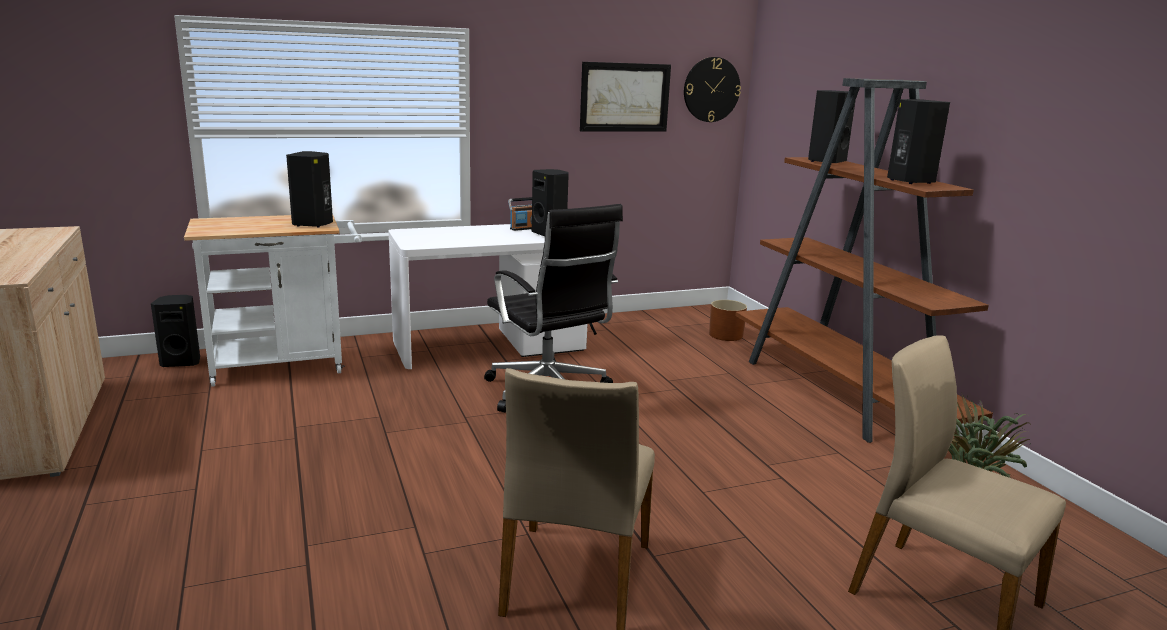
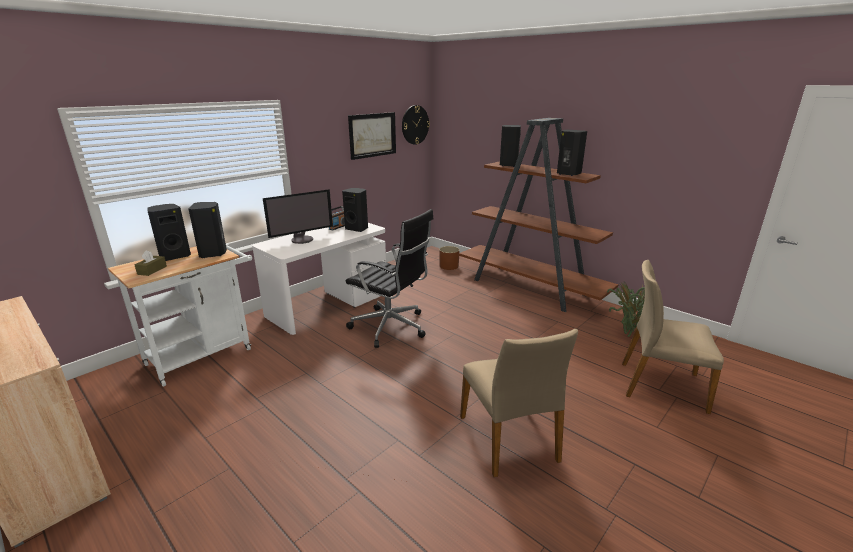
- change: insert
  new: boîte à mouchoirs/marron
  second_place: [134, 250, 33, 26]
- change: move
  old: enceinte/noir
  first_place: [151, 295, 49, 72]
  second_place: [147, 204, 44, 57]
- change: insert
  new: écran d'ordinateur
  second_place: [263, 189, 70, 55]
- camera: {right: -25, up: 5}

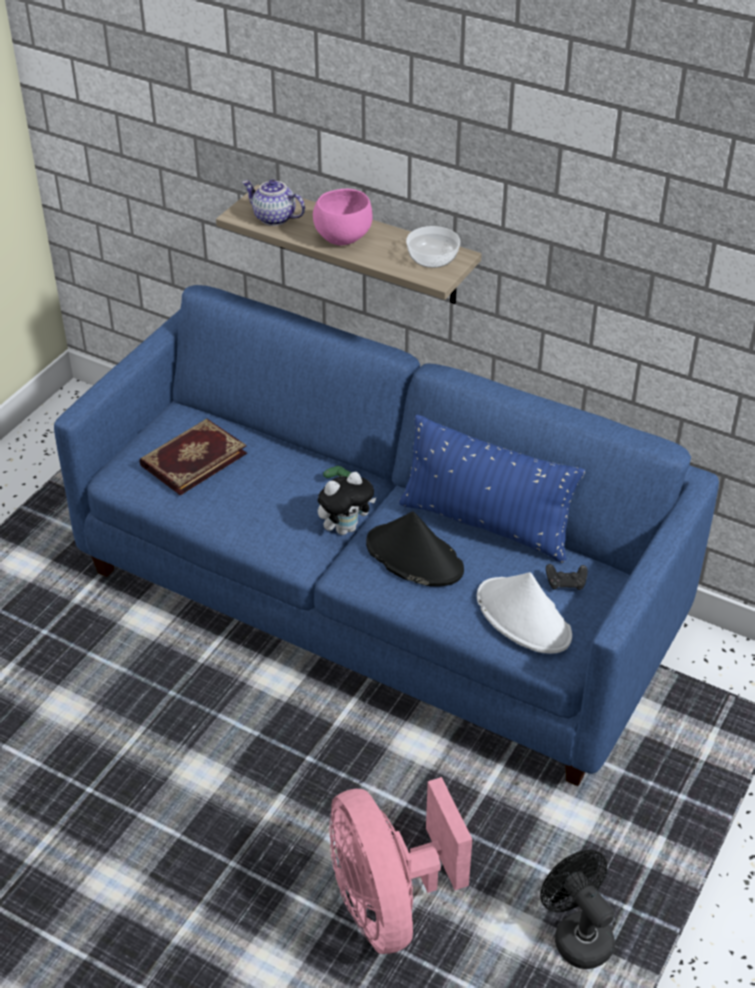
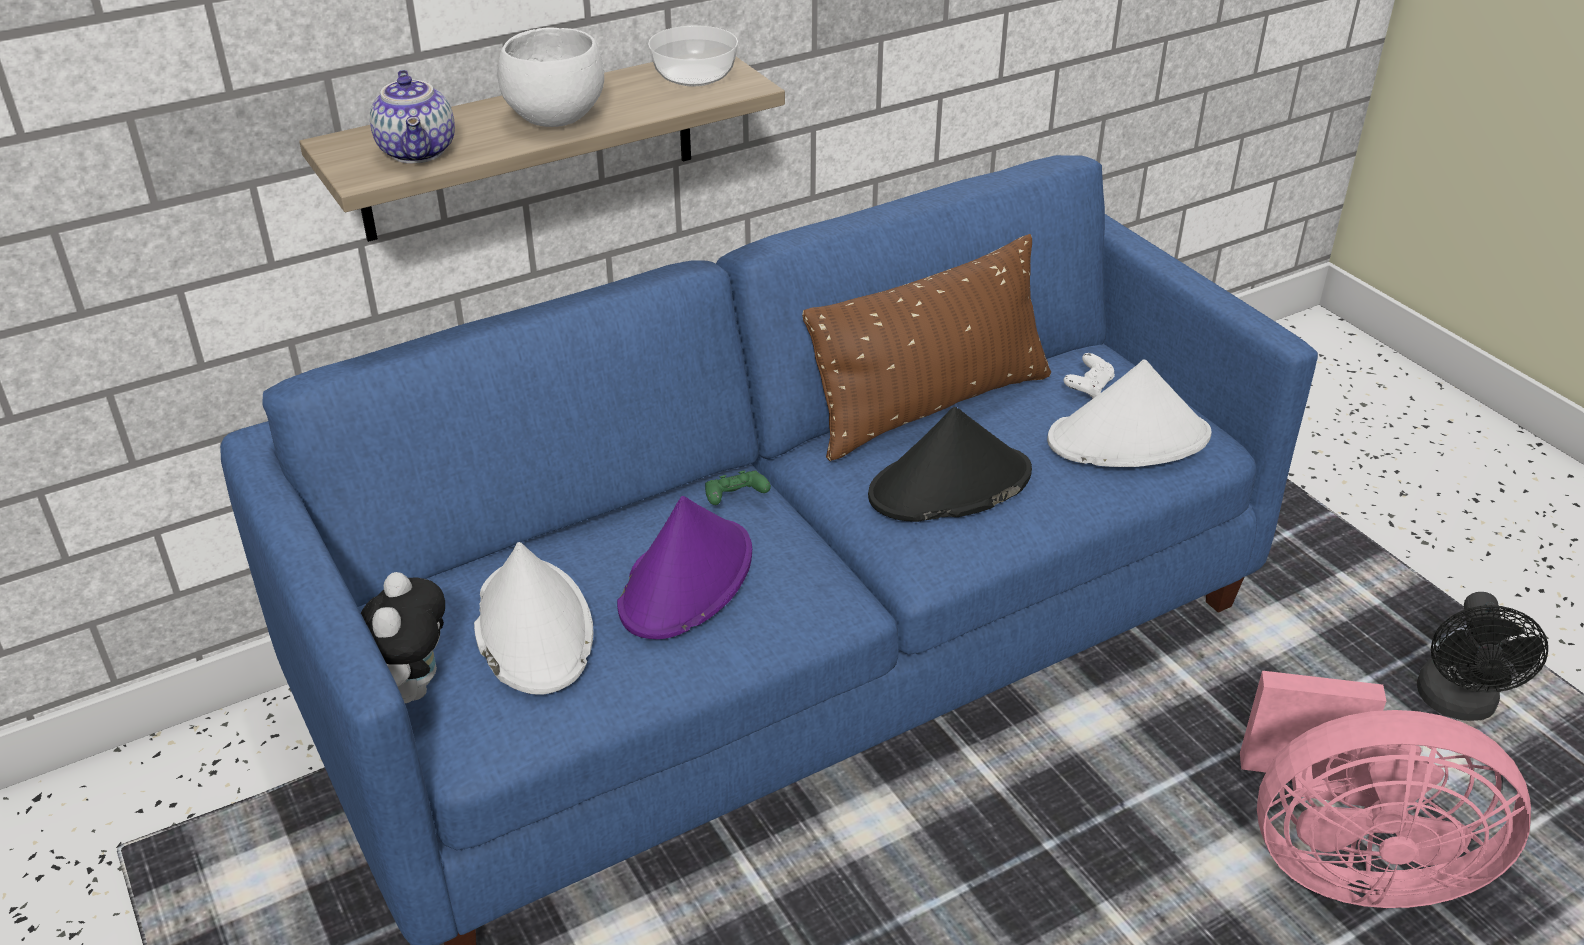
- change: move
  old: peluche
  first_place: [318, 472, 58, 63]
  second_place: [361, 572, 84, 131]
- change: rotate
  old: théière
  first_place: [242, 180, 63, 46]
  second_place: [370, 70, 85, 93]
  degrees: -75
- change: replace
  old: livre
  new: chapeau/blanc
  first_place: [139, 419, 108, 76]
  second_place: [474, 542, 120, 153]
- change: recolor
  old: bol/rose
  new: bol/blanc
  first_place: [313, 189, 60, 56]
  second_place: [497, 27, 107, 100]
- change: insert
  new: chapeau/violet
  second_place: [617, 496, 135, 143]
- change: recolor
  old: coussin/bleu
  new: coussin/marron
  first_place: [399, 414, 186, 149]
  second_place: [802, 234, 249, 227]
- change: recolor
  old: manette/noir
  new: manette/blanc
  first_place: [546, 564, 42, 26]
  second_place: [1064, 353, 51, 46]
- change: rotate
  old: ventilateur/noir
  first_place: [540, 850, 75, 119]
  second_place: [1417, 592, 131, 129]
  degrees: -75
- camera: {right: -60, up: -5}

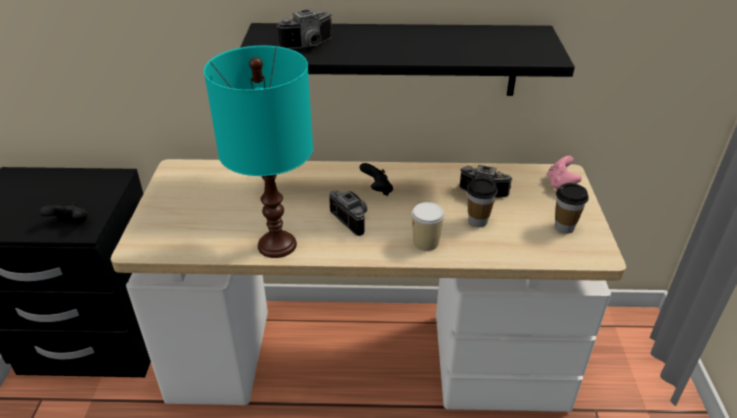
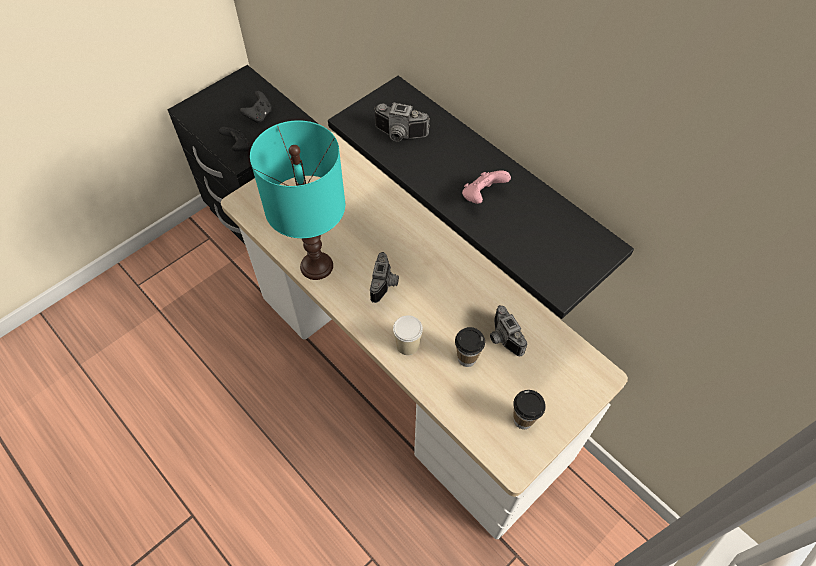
- change: move
  old: manette/noir
  first_place: [359, 163, 34, 33]
  second_place: [240, 91, 32, 32]
- change: move
  old: manette/rose
  first_place: [547, 156, 35, 34]
  second_place: [462, 171, 49, 33]
- camera: {right: 45, up: 20}

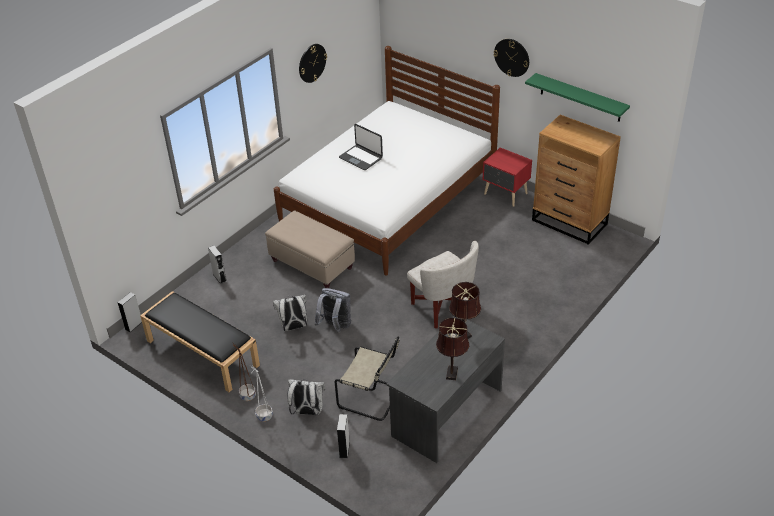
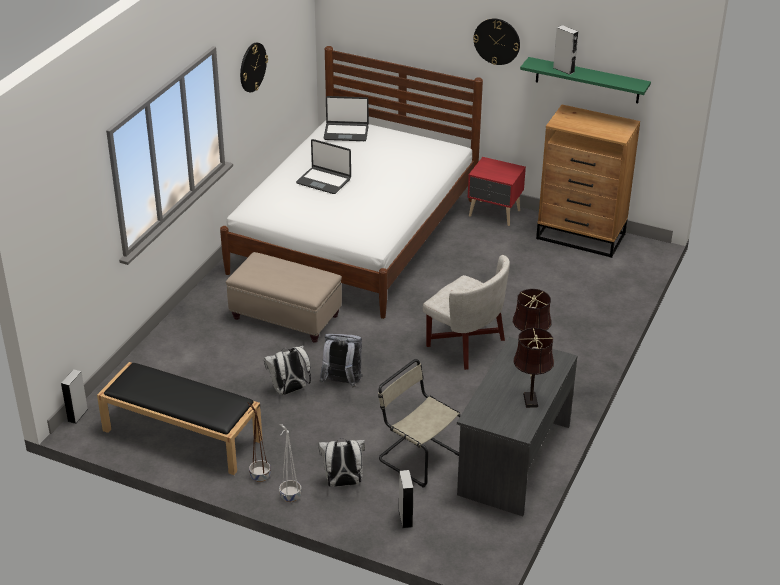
- change: insert
  new: ordinateur portable
  second_place: [324, 96, 45, 45]
- change: rotate
  old: chaise/beige
  first_place: [335, 337, 64, 84]
  second_place: [378, 359, 83, 129]
  degrees: -150
- change: move
  old: enceinte/gris
  first_place: [208, 245, 18, 39]
  second_place: [553, 25, 25, 50]
- camera: {right: -15, up: -5}

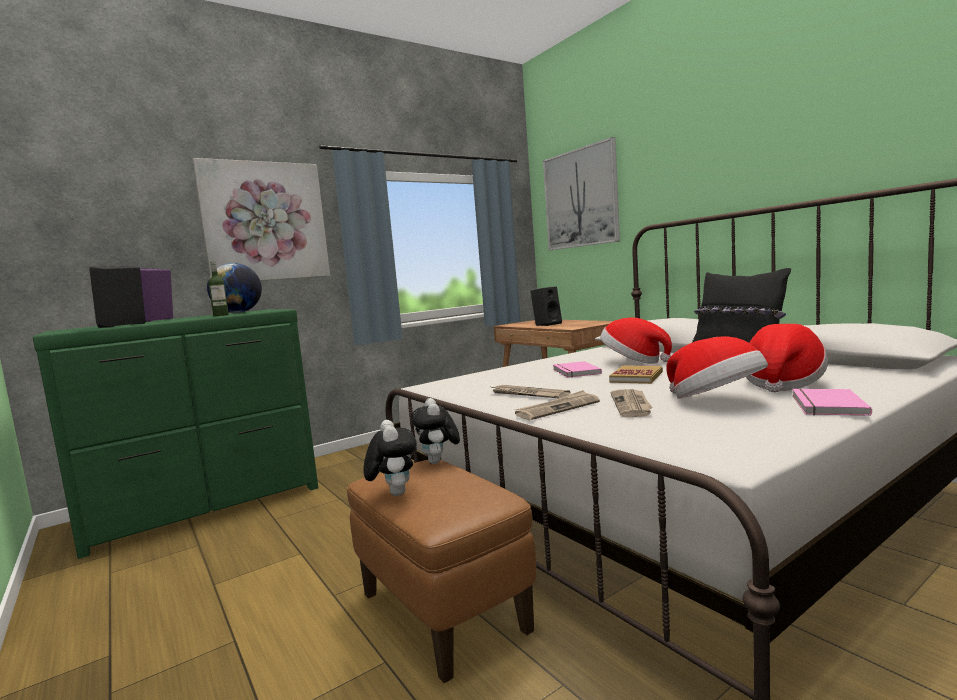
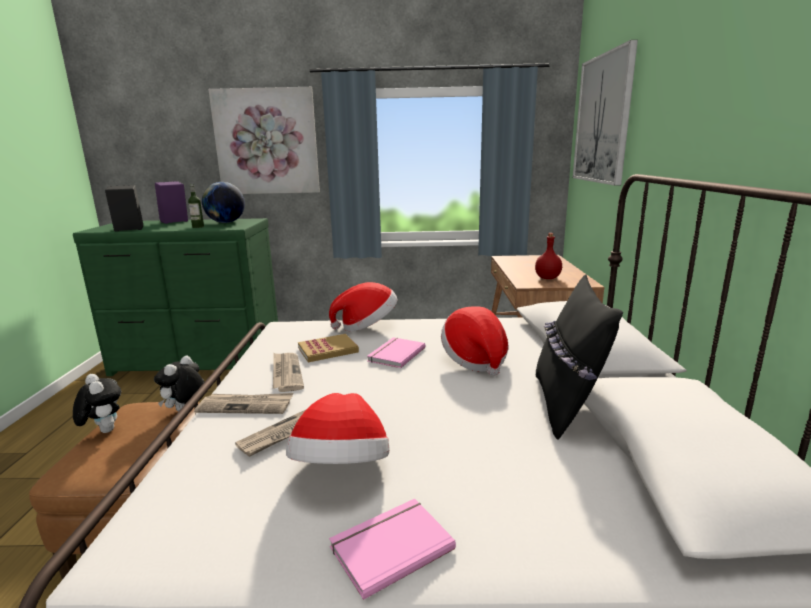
- change: rotate
  old: peluche
  first_place: [363, 420, 54, 76]
  second_place: [73, 374, 48, 59]
  degrees: -60
- change: move
  old: livre
  first_place: [609, 366, 54, 18]
  second_place: [298, 334, 61, 28]
- change: move
  old: chapeau
  first_place: [746, 324, 82, 68]
  second_place: [329, 282, 68, 50]
- change: insert
  new: bouteille/rouge
  second_place: [535, 233, 27, 46]
- change: delete
  old: enceinte/noir
  first_place: [530, 286, 32, 40]
- camera: {right: 35, up: 10}

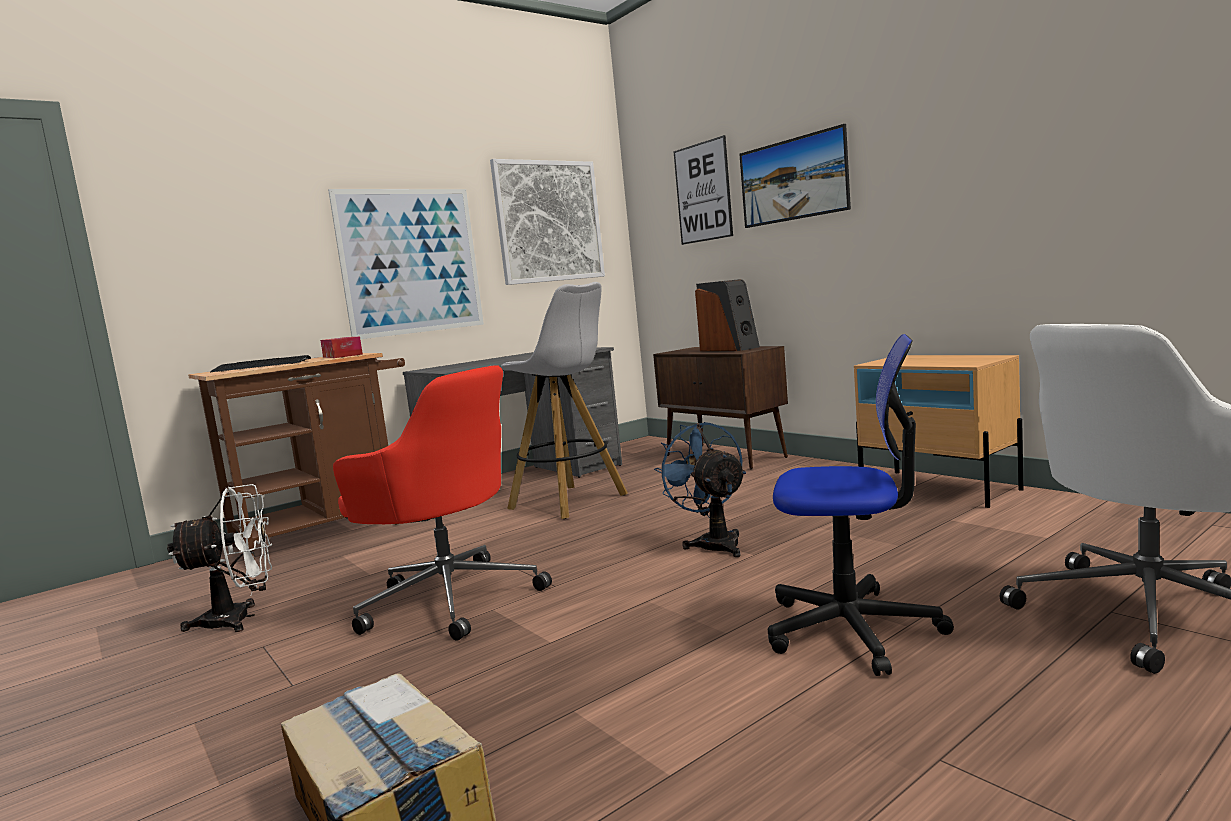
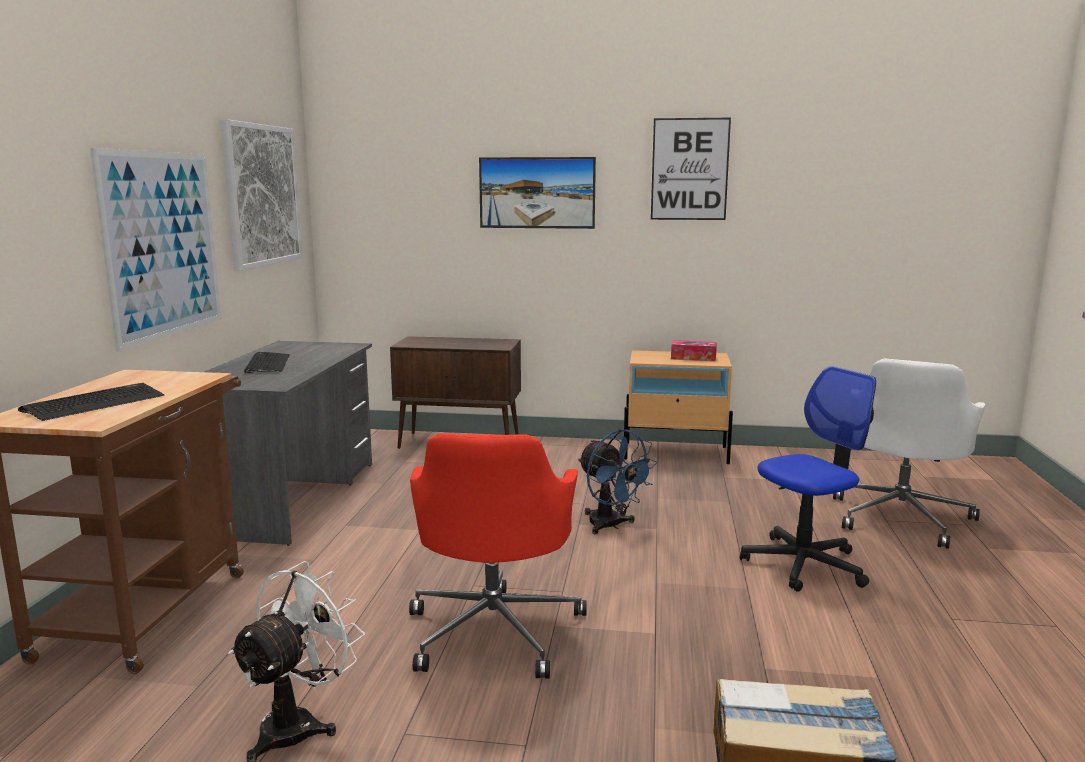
- change: insert
  new: clavier
  second_place: [244, 352, 45, 21]
- change: rotate
  old: chaise de bureau/rouge
  first_place: [333, 365, 219, 275]
  second_place: [409, 433, 178, 246]
  degrees: 105
- change: rotate
  old: ventilateur/bleu
  first_place: [654, 422, 92, 135]
  second_place: [578, 429, 80, 105]
  degrees: -150
- change: move
  old: tableau
  first_place: [673, 135, 60, 110]
  second_place: [651, 118, 80, 102]
- change: move
  old: boîte à mouchoirs
  first_place: [320, 337, 43, 21]
  second_place: [671, 340, 46, 21]
- change: delete
  old: tabouret/blanc
  first_place: [501, 282, 127, 237]
- change: delete
  old: enceinte
  first_place: [695, 279, 65, 72]
- camera: {right: -45, up: 5}

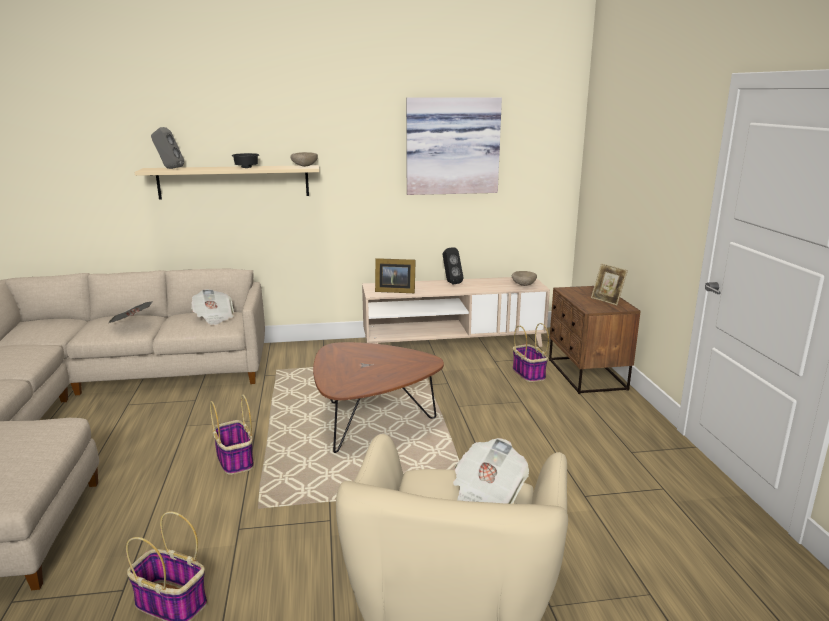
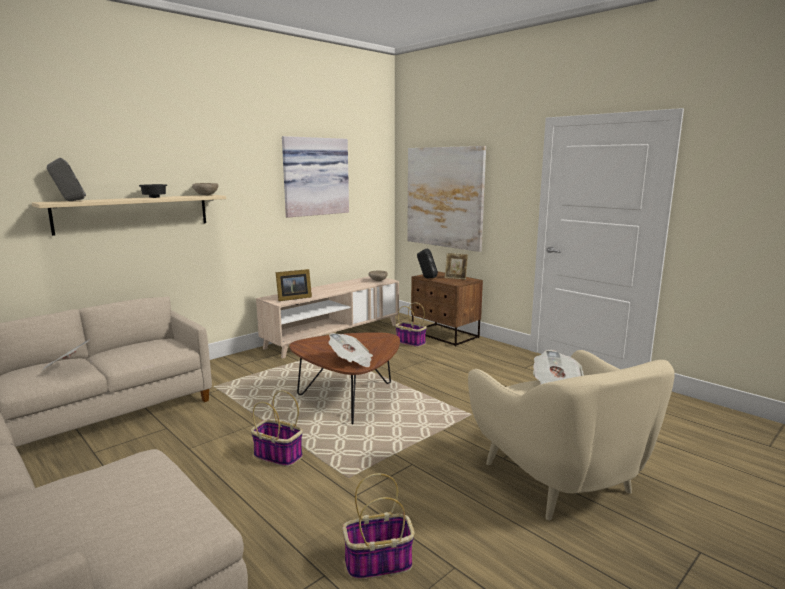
- change: move
  old: journal
  first_place: [191, 289, 43, 36]
  second_place: [328, 333, 45, 34]
- change: insert
  new: tableau
  second_place: [407, 146, 79, 106]
- change: move
  old: enceinte/noir
  first_place: [443, 247, 21, 37]
  second_place: [417, 249, 21, 29]
- camera: {right: -35, up: -5}

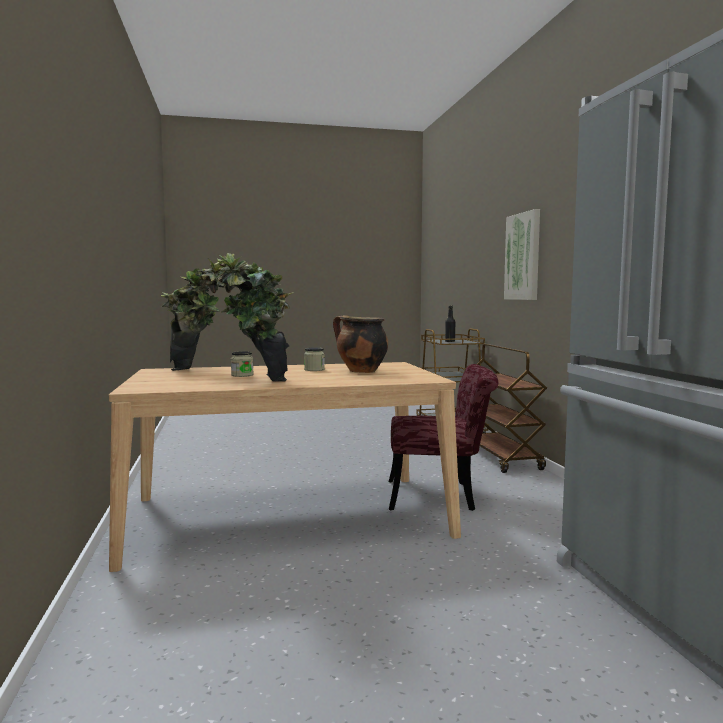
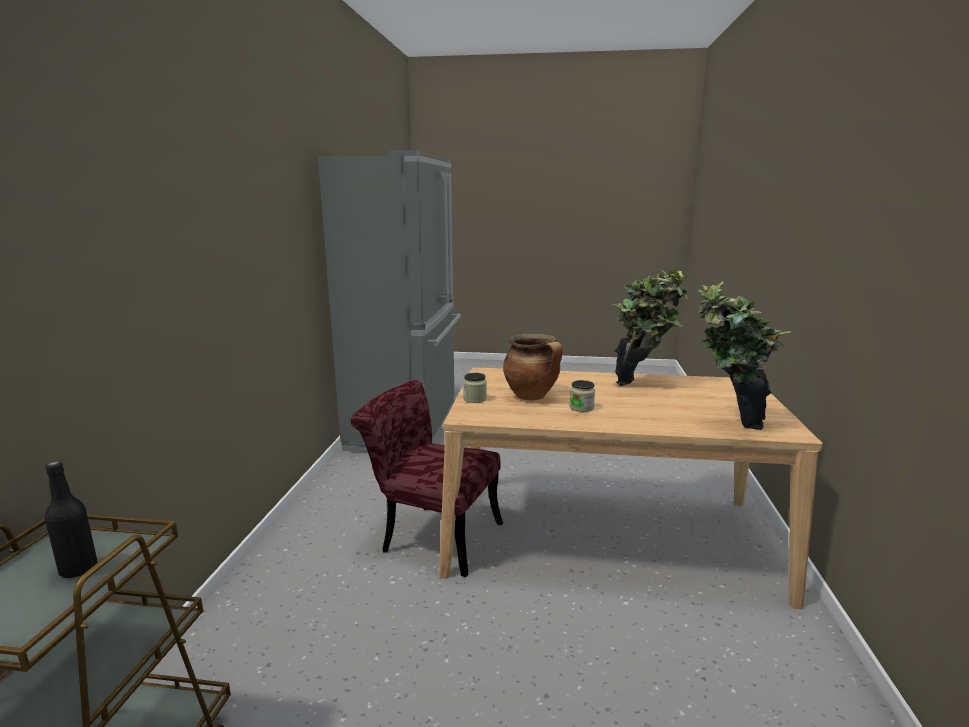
- change: move
  old: bocal
  first_place: [231, 351, 23, 26]
  second_place: [463, 373, 24, 30]
- change: delete
  old: chariot/marron
  first_place: [477, 343, 70, 130]
- change: delete
  old: tableau
  first_place: [504, 209, 36, 91]
- camera: {right: -160, up: 10}

